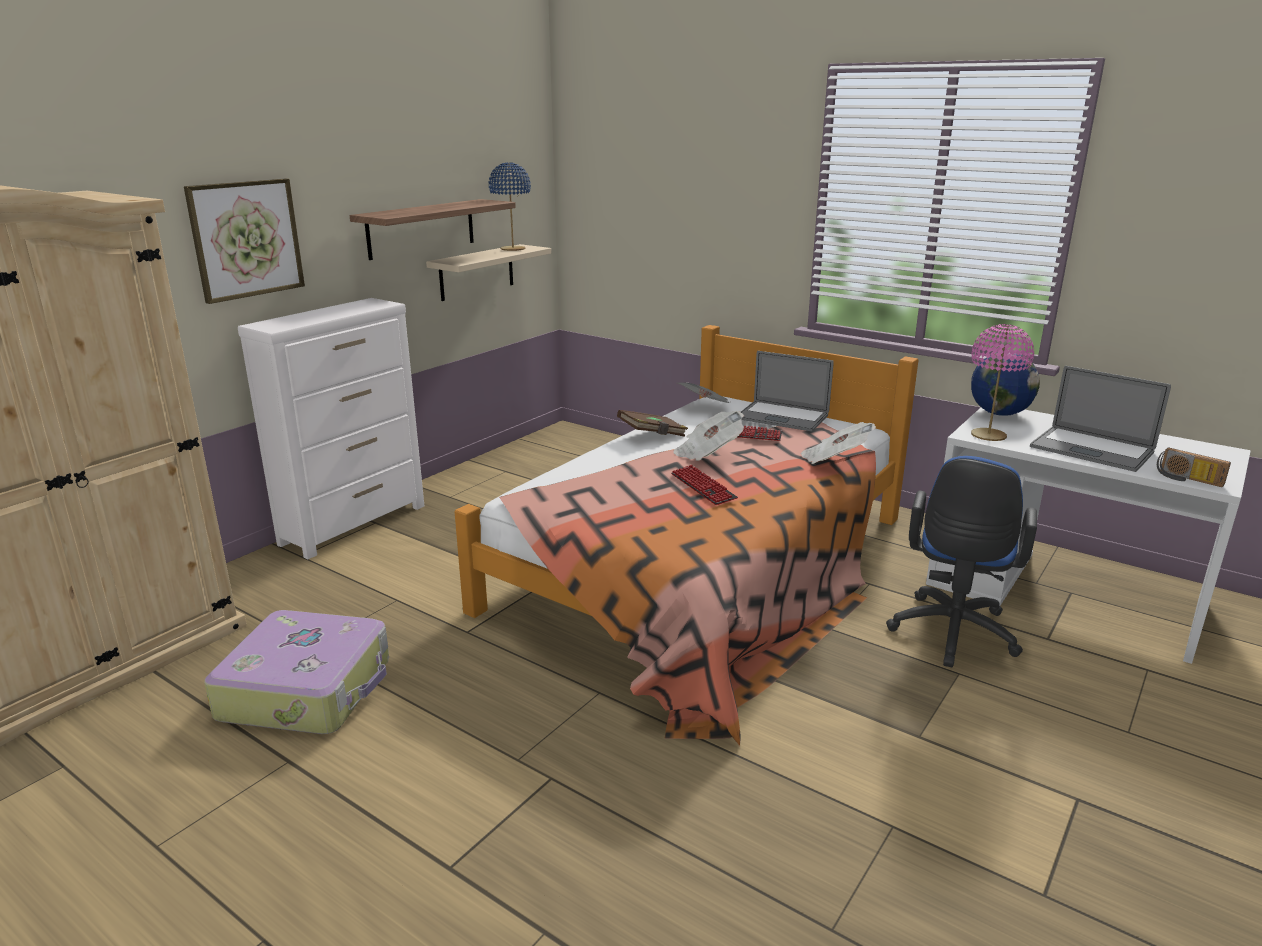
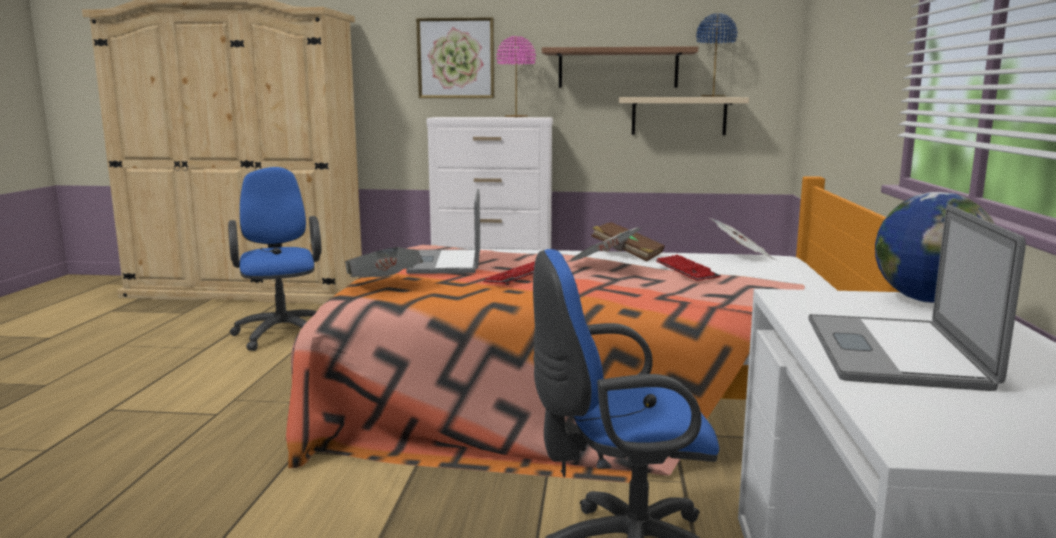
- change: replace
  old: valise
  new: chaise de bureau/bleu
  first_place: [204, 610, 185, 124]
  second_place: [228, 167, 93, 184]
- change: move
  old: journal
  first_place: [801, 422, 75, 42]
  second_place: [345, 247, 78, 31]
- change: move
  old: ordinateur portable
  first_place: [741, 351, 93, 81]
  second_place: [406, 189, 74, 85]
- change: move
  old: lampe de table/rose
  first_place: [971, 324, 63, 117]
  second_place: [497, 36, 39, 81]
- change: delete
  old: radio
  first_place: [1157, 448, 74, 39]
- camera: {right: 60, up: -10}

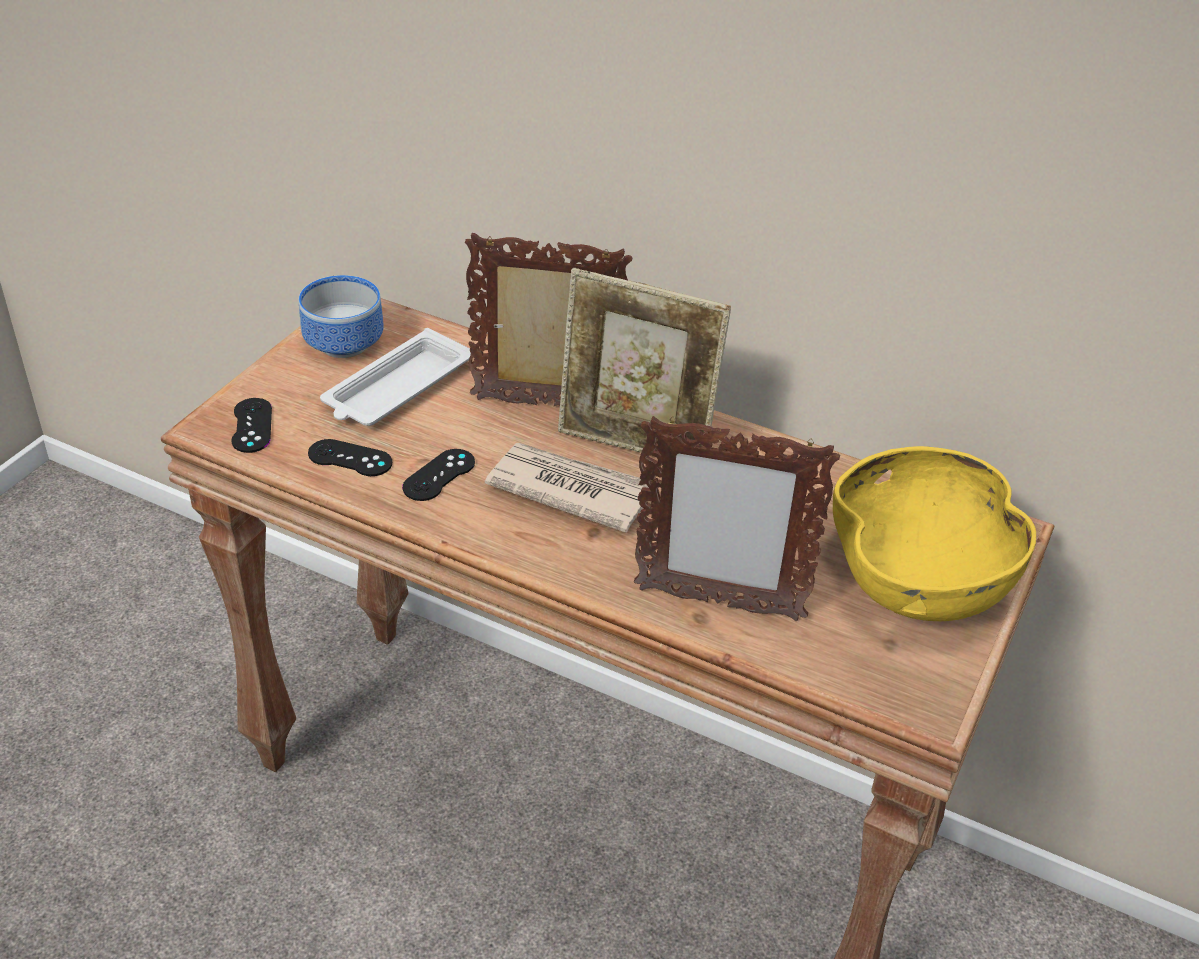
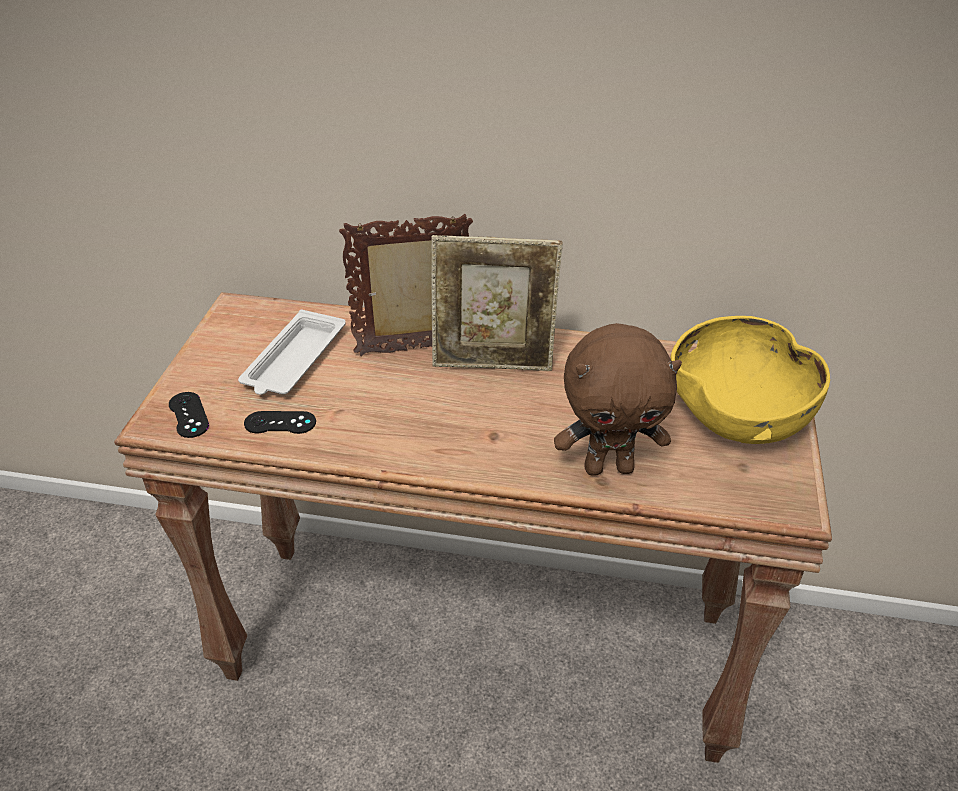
- change: replace
  old: cadre photo
  new: peluche/marron
  first_place: [634, 416, 206, 205]
  second_place: [554, 323, 128, 153]
- change: delete
  old: bol
  first_place: [299, 275, 85, 83]
- change: delete
  old: manette/noir
  first_place: [402, 449, 73, 52]
- change: delete
  old: journal
  first_place: [485, 443, 164, 90]
- camera: {right: -15, up: 0}

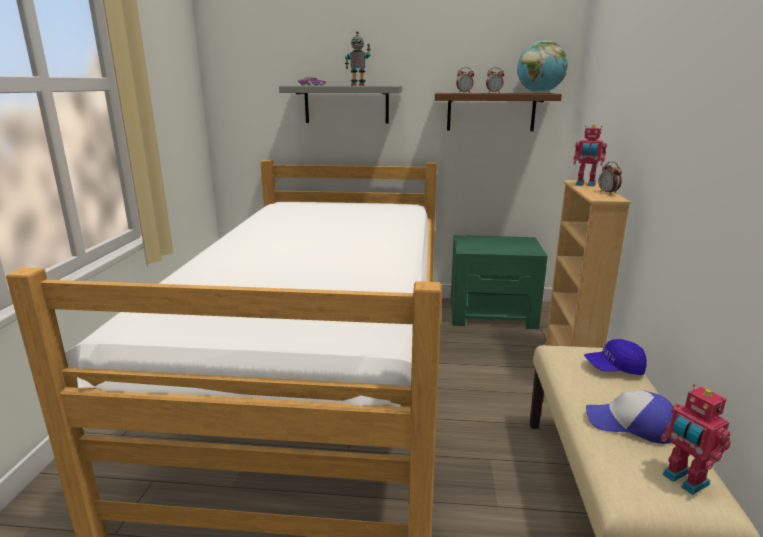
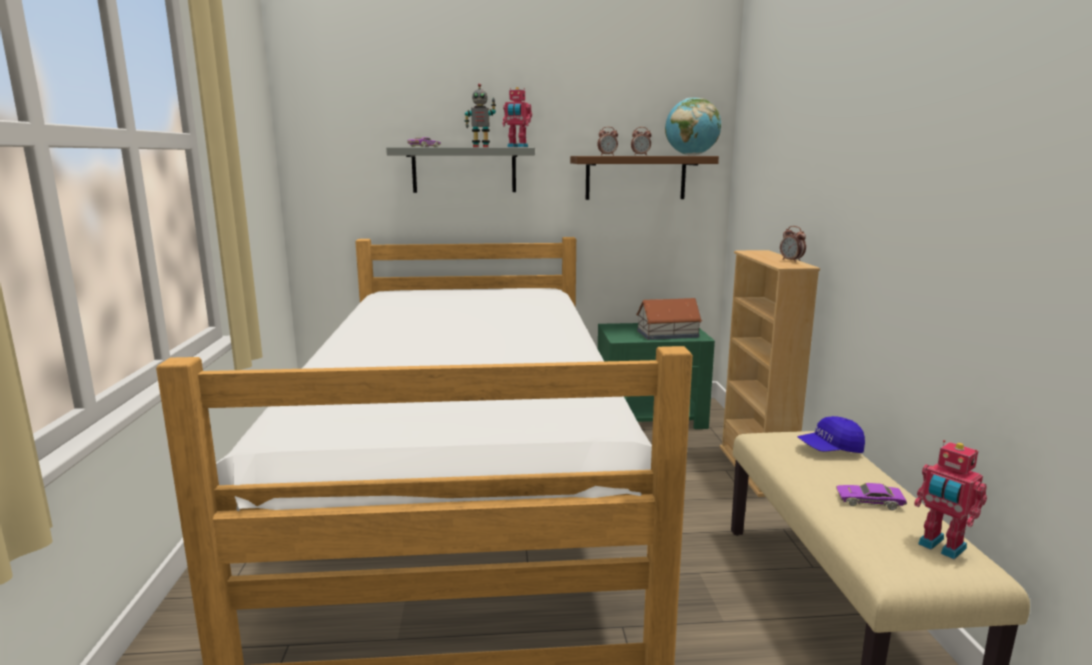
- change: move
  old: robot jouet
  first_place: [574, 125, 33, 62]
  second_place: [502, 87, 30, 60]
- change: insert
  new: maison miniature
  second_place: [636, 298, 67, 42]
- change: replace
  old: casquette
  new: petite voiture/violet
  first_place: [586, 390, 87, 54]
  second_place: [836, 483, 71, 27]
- camera: {right: -10, up: -5}

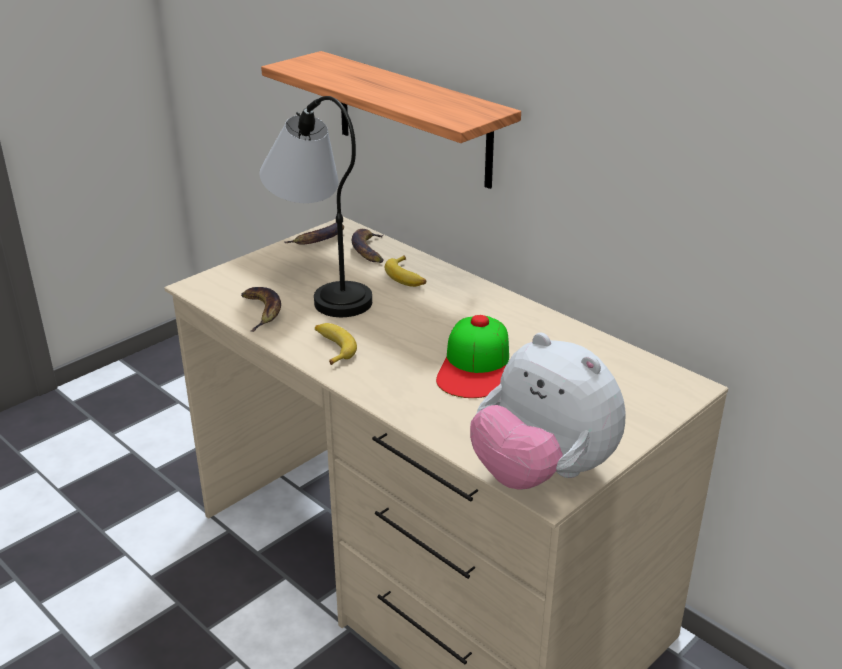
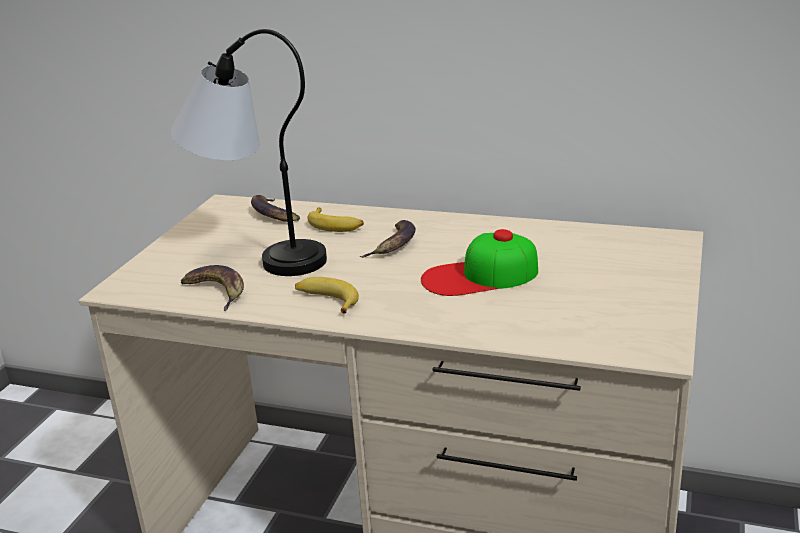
- change: move
  old: banane
  first_place: [284, 222, 60, 23]
  second_place: [360, 220, 56, 38]
- change: rotate
  old: casquette
  first_place: [436, 315, 73, 83]
  second_place: [421, 229, 117, 67]
  degrees: 90
- change: delete
  old: étagère
  first_place: [261, 51, 260, 138]
- change: delete
  old: peluche
  first_place: [470, 333, 156, 157]
- camera: {right: -25, up: -5}

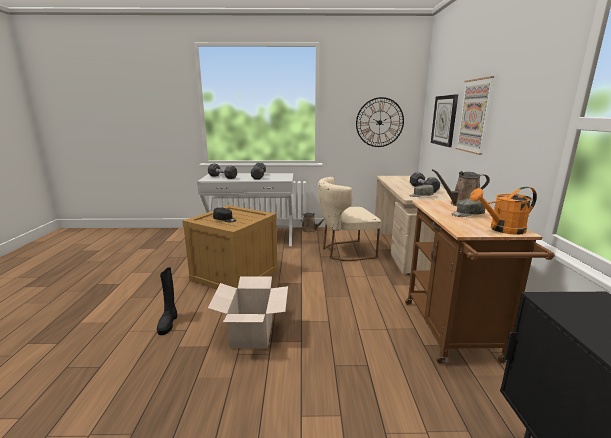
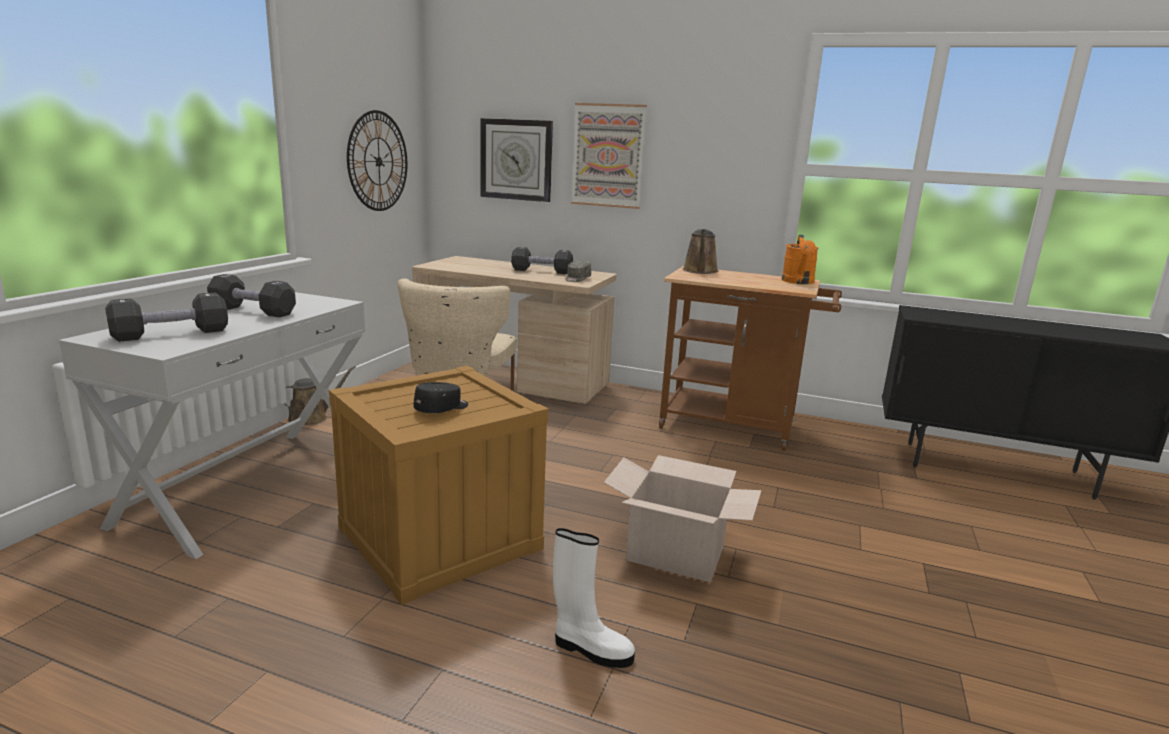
- change: recolor
  old: botte/noir
  new: botte/blanc
  first_place: [157, 267, 20, 68]
  second_place: [553, 528, 82, 140]
- change: delete
  old: casquette/gris
  first_place: [451, 198, 34, 19]
- camera: {right: -70, up: 0}

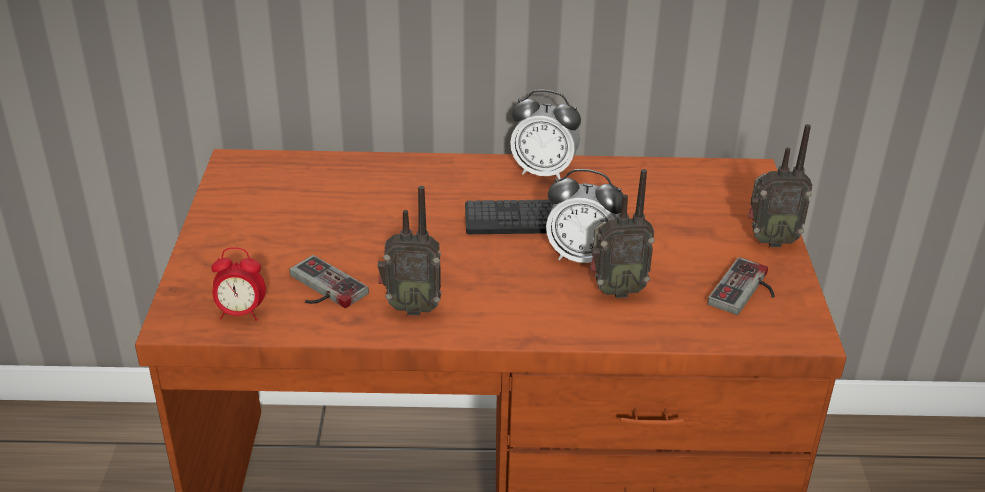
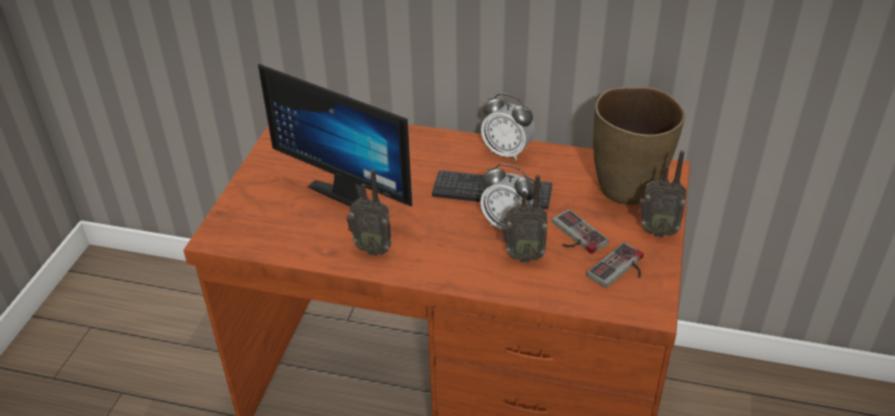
- change: insert
  new: écran d'ordinateur
  second_place: [258, 64, 154, 143]
- change: move
  old: manette
  first_place: [289, 255, 80, 53]
  second_place: [552, 209, 57, 45]
- change: insert
  new: vase/marron
  second_place: [593, 87, 92, 118]
- change: delete
  old: réveil
  first_place: [211, 247, 55, 74]
- camera: {right: 15, up: 5}

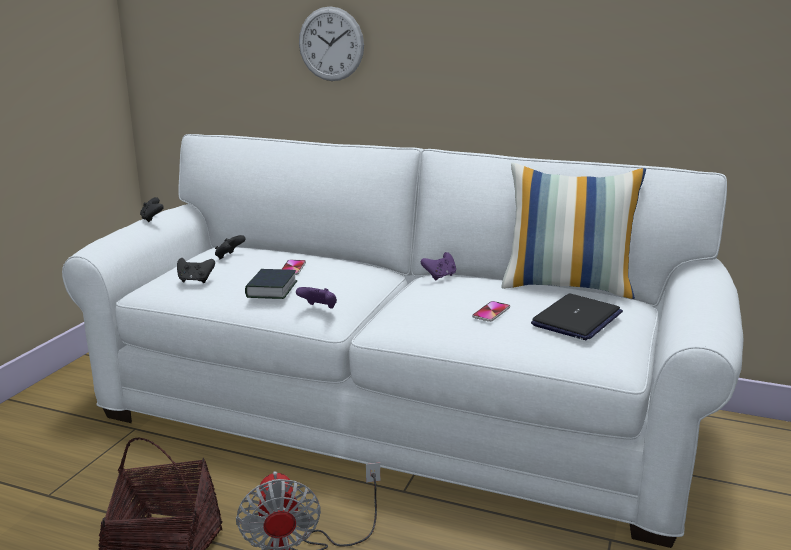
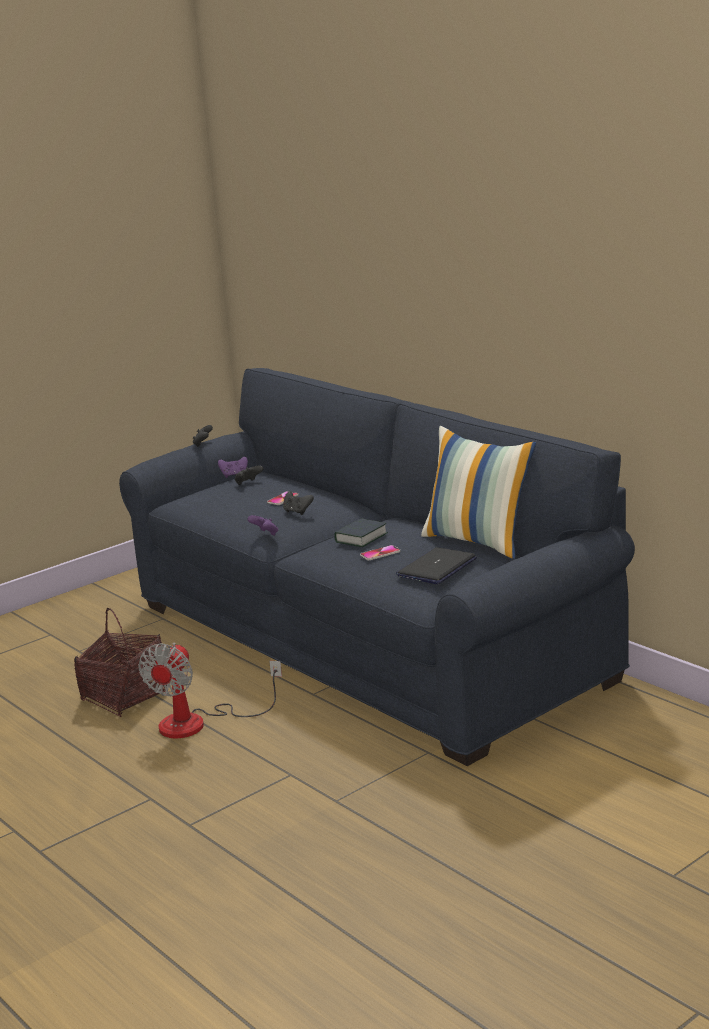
- change: recolor
  old: canapé/blanc
  new: canapé/bleu
  first_place: [62, 134, 682, 414]
  second_place: [119, 368, 516, 398]
- change: move
  old: manette/violet
  first_place: [421, 252, 35, 29]
  second_place: [218, 457, 30, 21]
- change: move
  old: manette/noir
  first_place: [177, 258, 38, 25]
  second_place: [283, 491, 31, 24]
- change: move
  old: livre
  first_place: [245, 269, 52, 30]
  second_place: [334, 518, 54, 29]
- change: rotate
  old: ordinateur portable
  first_place: [531, 294, 92, 46]
  second_place: [396, 547, 81, 37]
  degrees: 150
- change: delete
  old: horloge murale
  first_place: [299, 6, 65, 75]
- camera: {right: 30, up: 0}

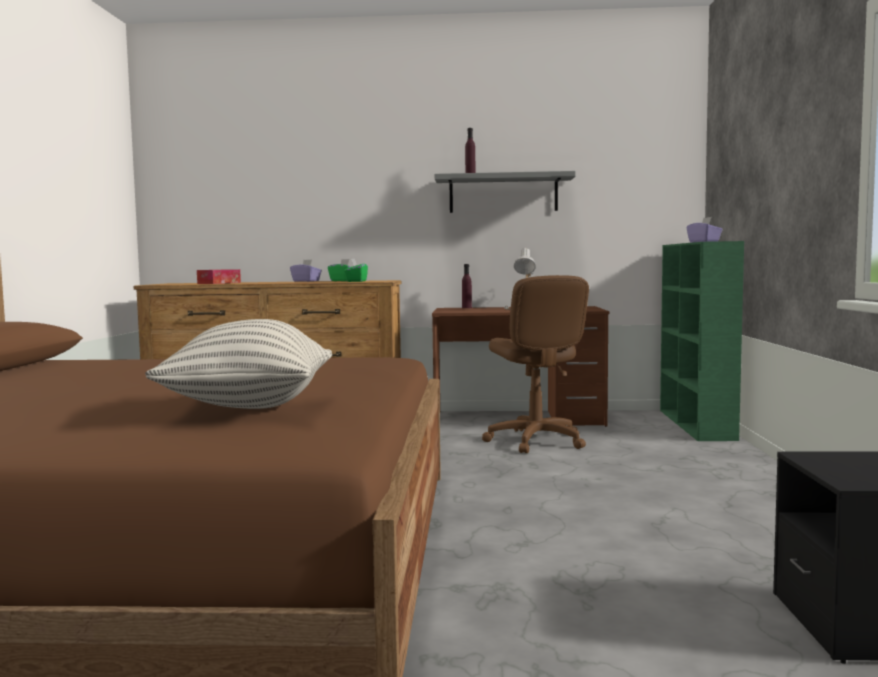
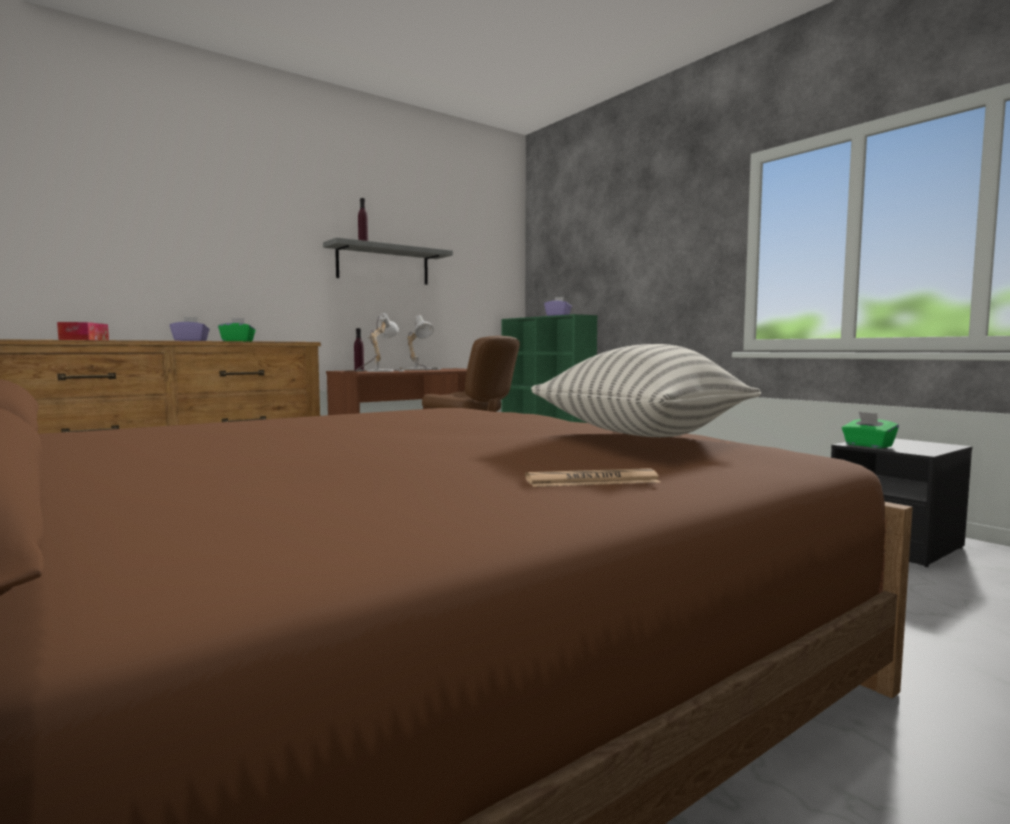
- change: insert
  new: lampe de table
  second_place: [355, 313, 49, 59]
- change: insert
  new: journal
  second_place: [525, 468, 135, 19]
- change: move
  old: boîte à mouchoirs/vert
  first_place: [344, 259, 24, 23]
  second_place: [842, 412, 57, 36]
- camera: {right: -40, up: 0}

